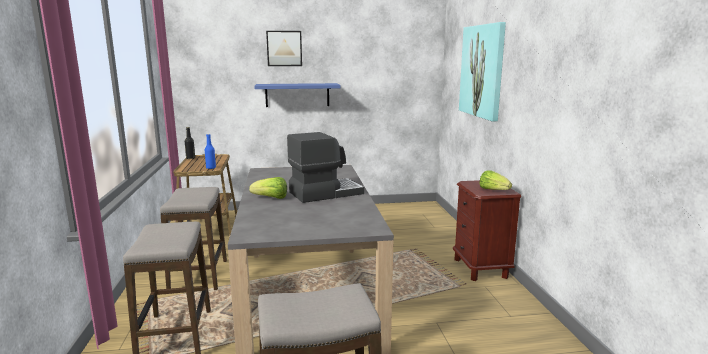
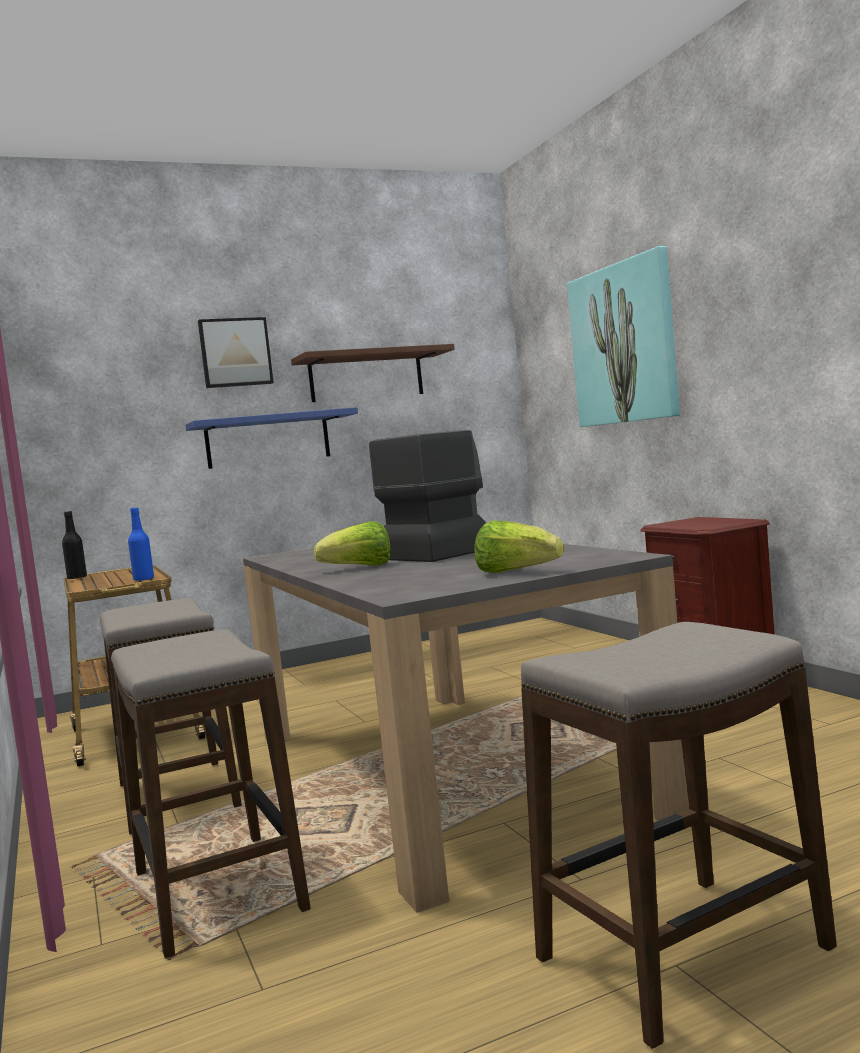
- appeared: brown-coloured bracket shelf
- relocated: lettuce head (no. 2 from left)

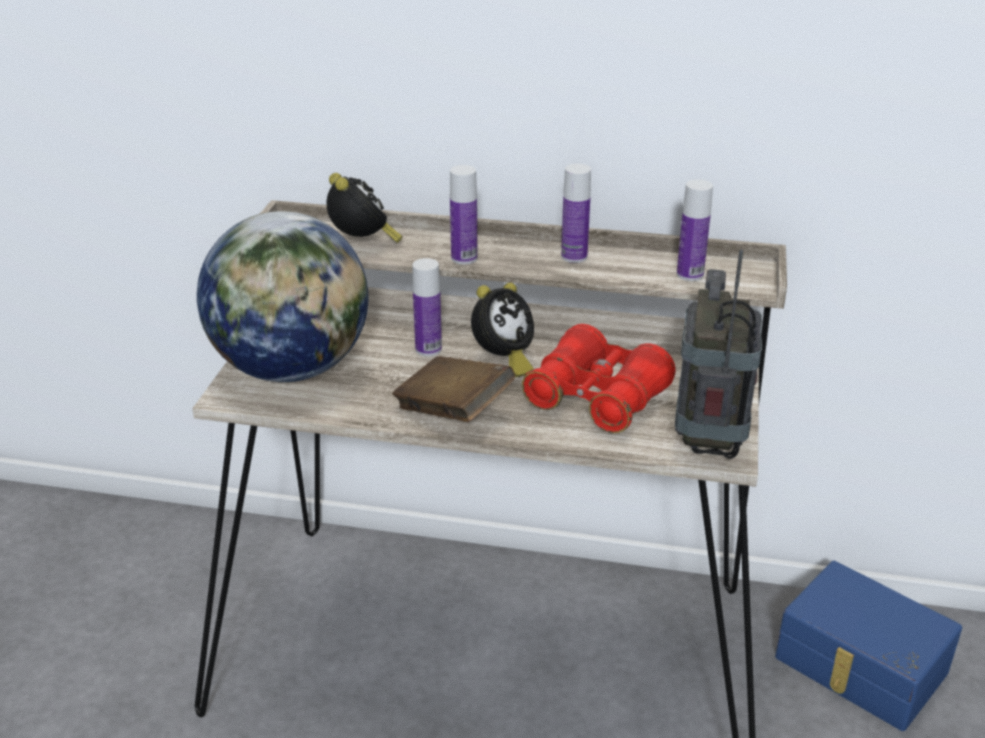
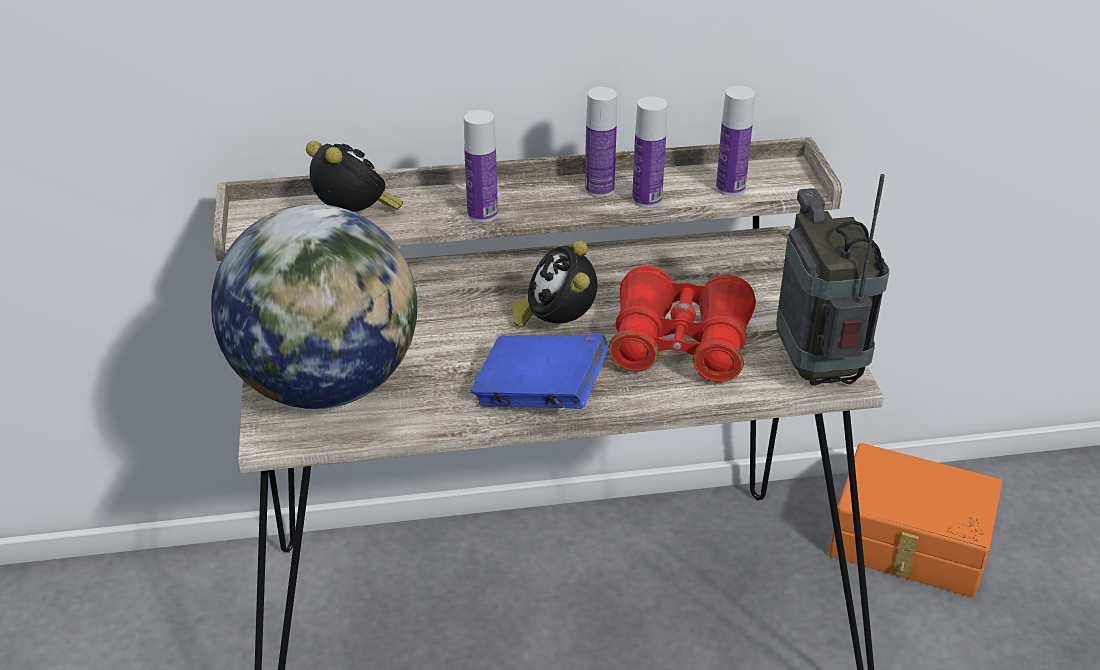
- relocated: bottle (no. 1 from left in the first image) to bottle (no. 3 from left)
- colour: brown-coloured volume to blue-coloured volume
- colour: blue-coloured storage container to orange storage container
- spun: bedside clock (no. 2 from left) 150 degrees clockwise

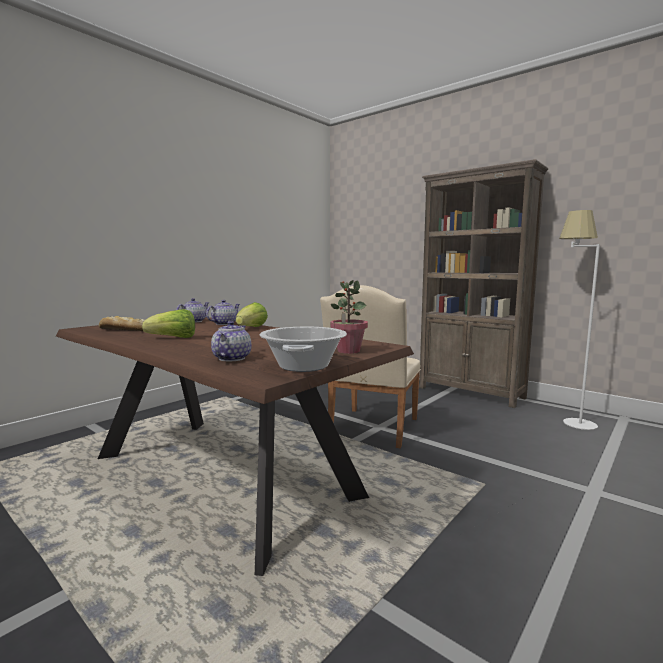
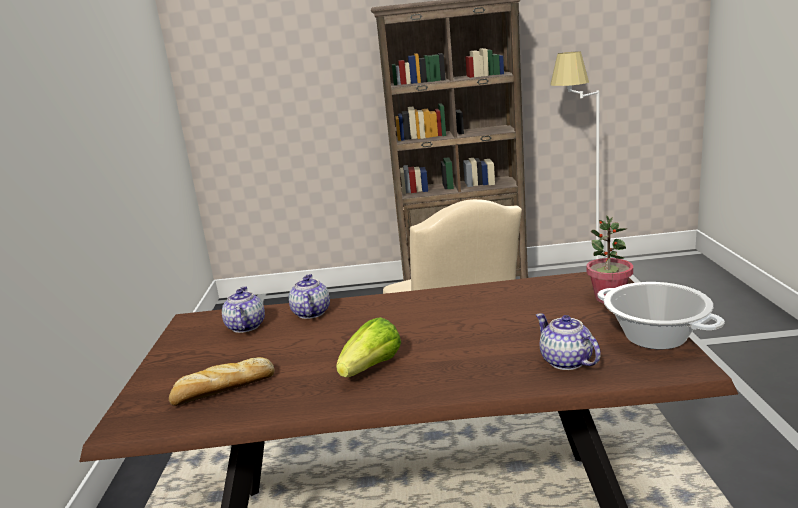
- missing: lettuce head (no. 2 from left)

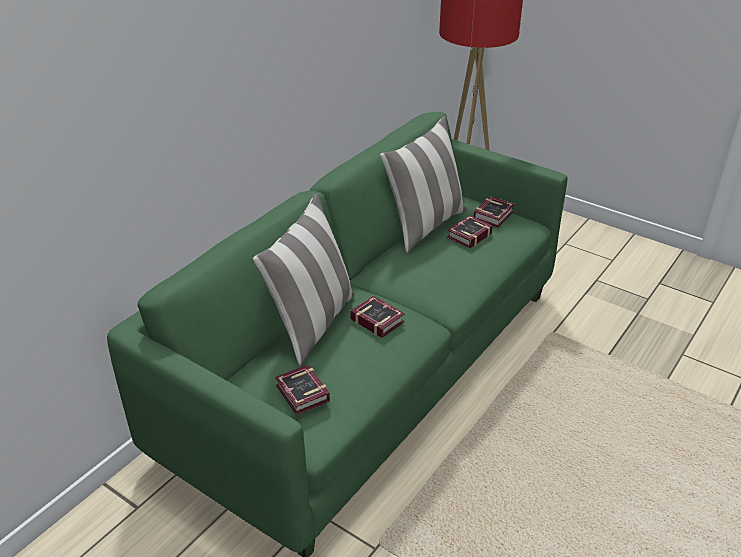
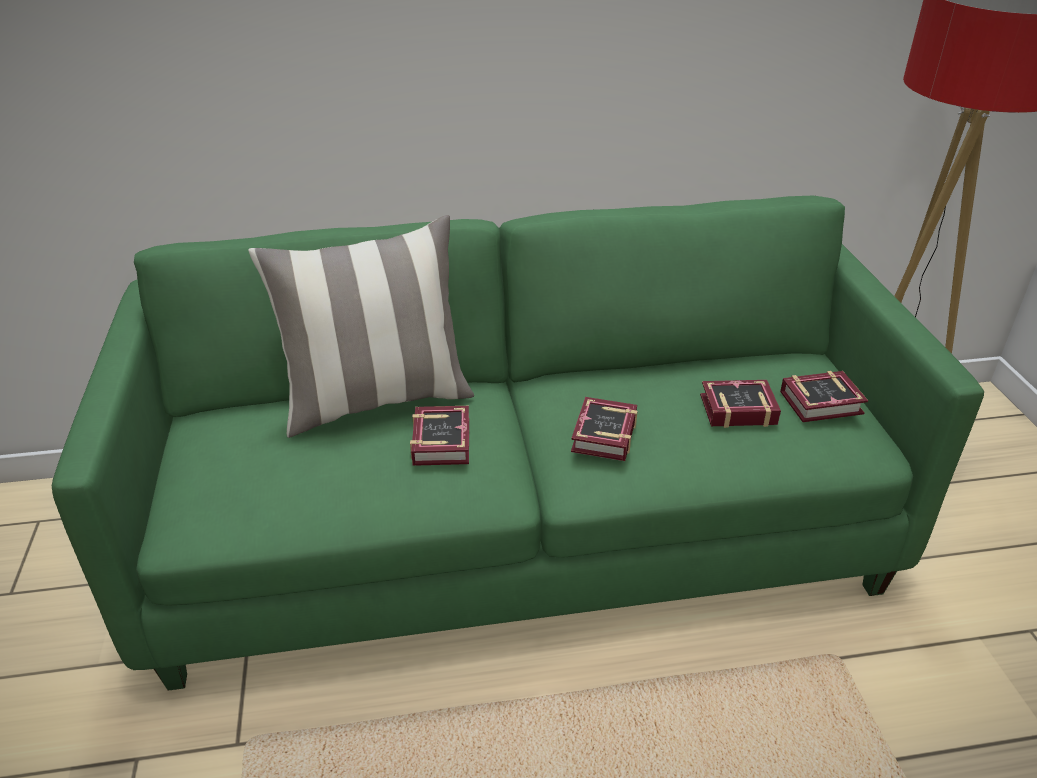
- missing: pillow (no. 2 from left)
- relocated: volume (no. 1 from left in the first image) to volume (no. 2 from left)

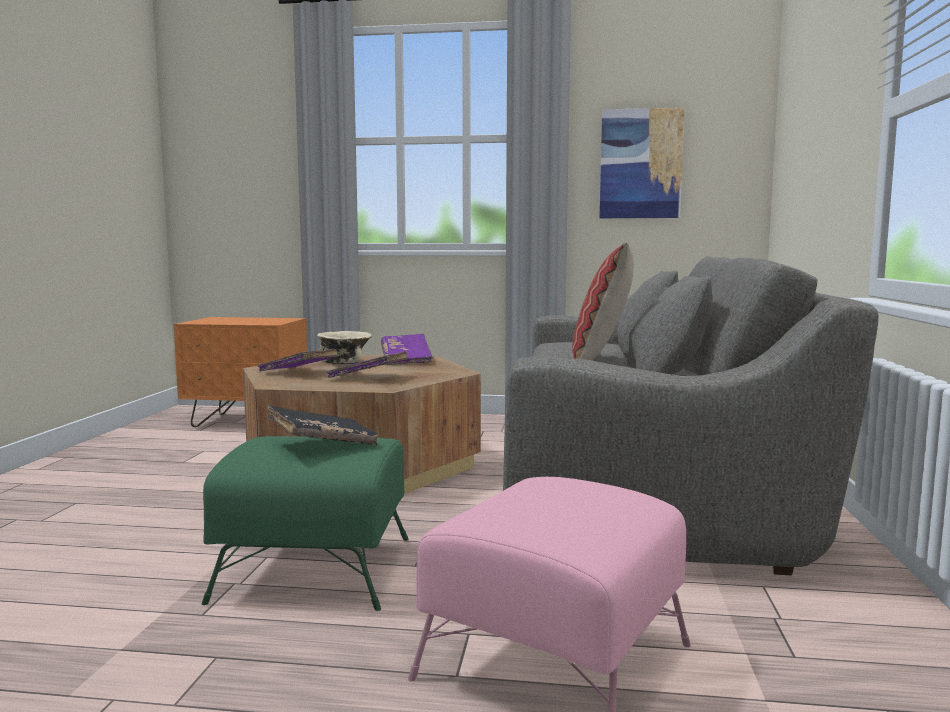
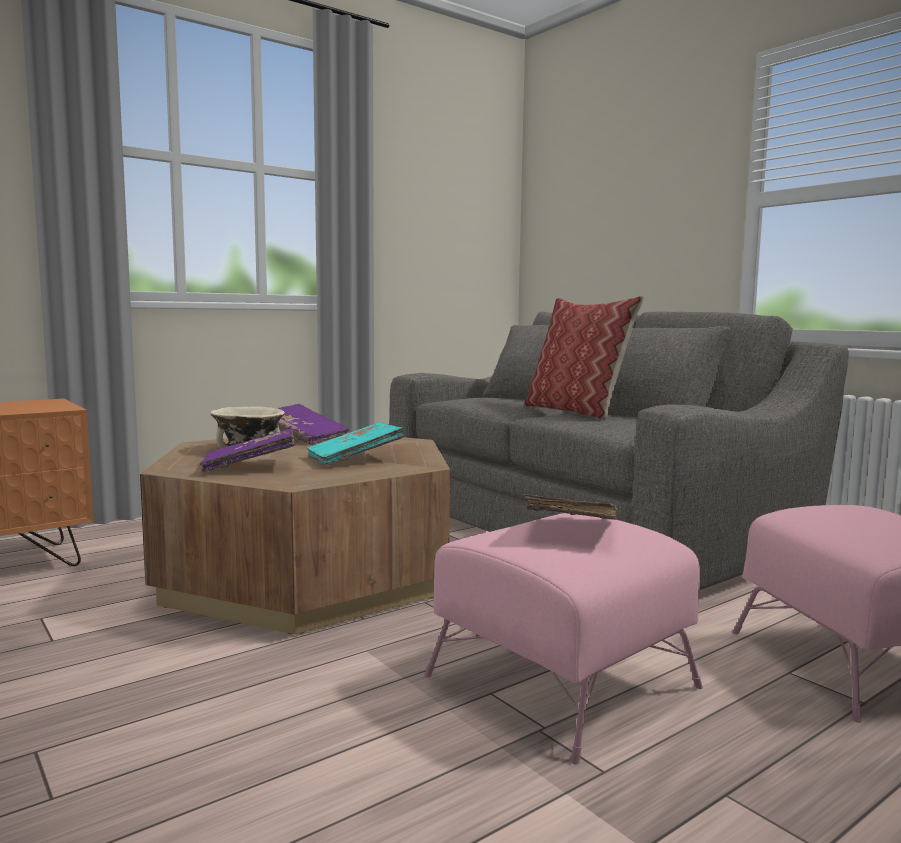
- missing: picture
- colour: green pouffe to pink pouffe (no. 1 from left)
- colour: purple volume (no. 2 from left) to blue-green volume

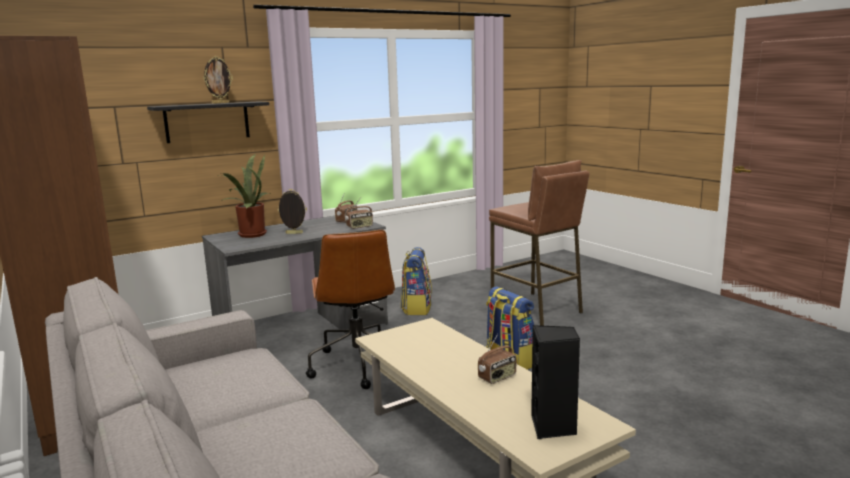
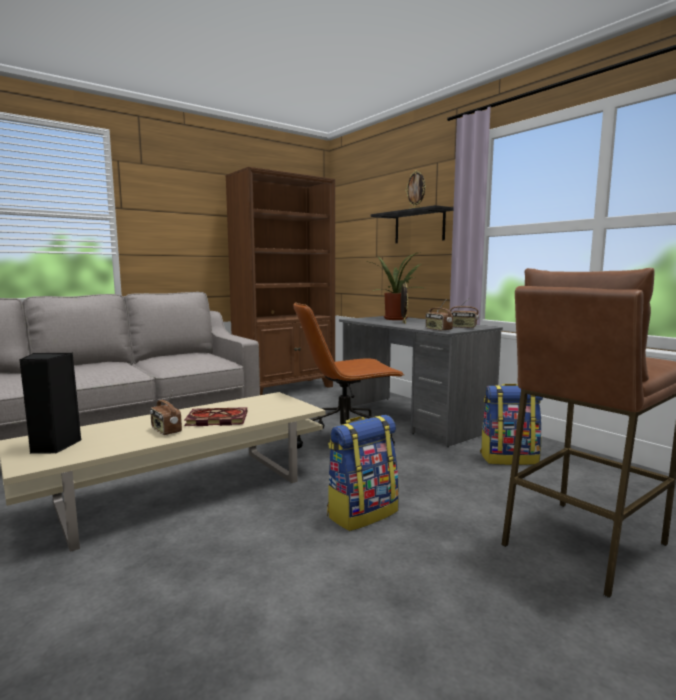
- appeared: volume

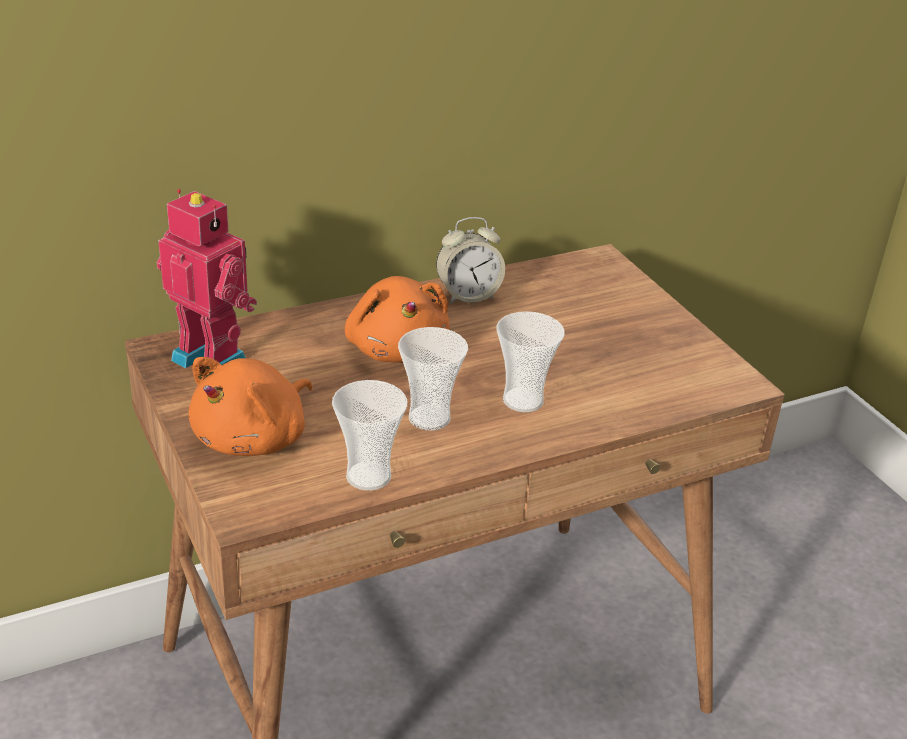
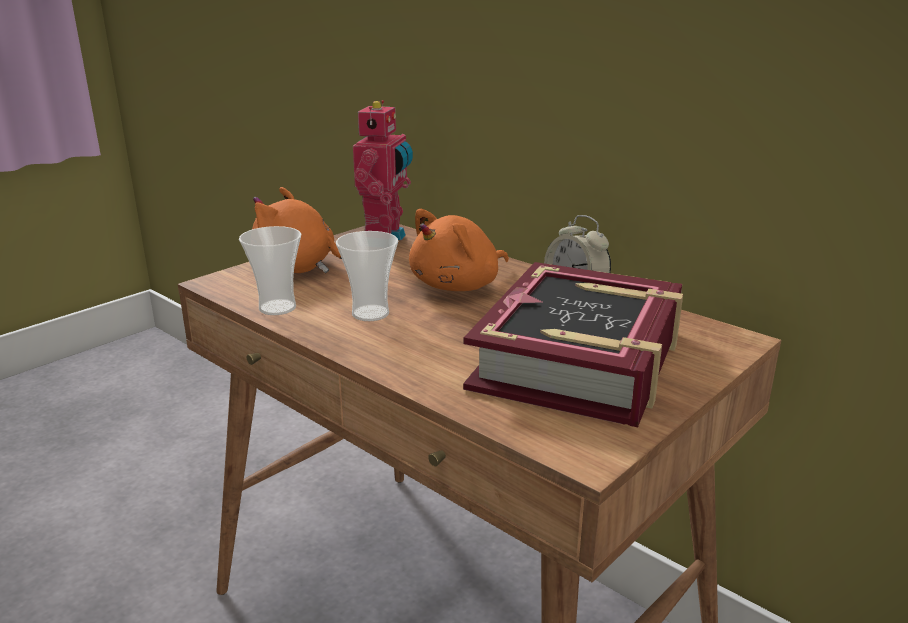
- missing: small cup (no. 3 from left)
- appeared: volume

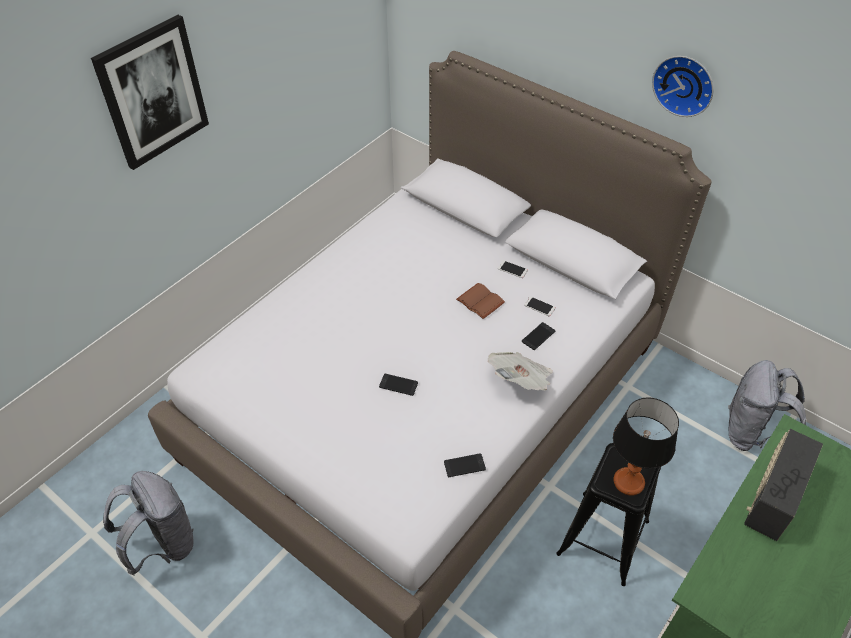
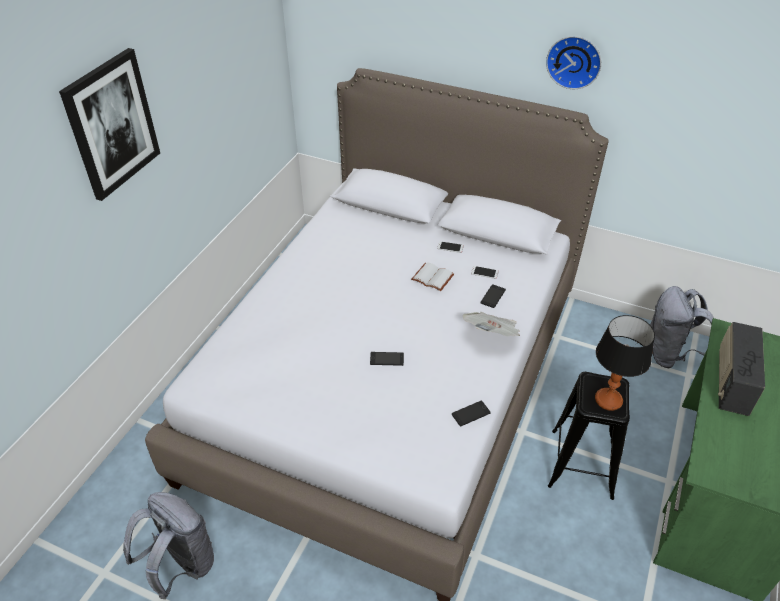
- colour: brown-coloured volume to white-coloured volume

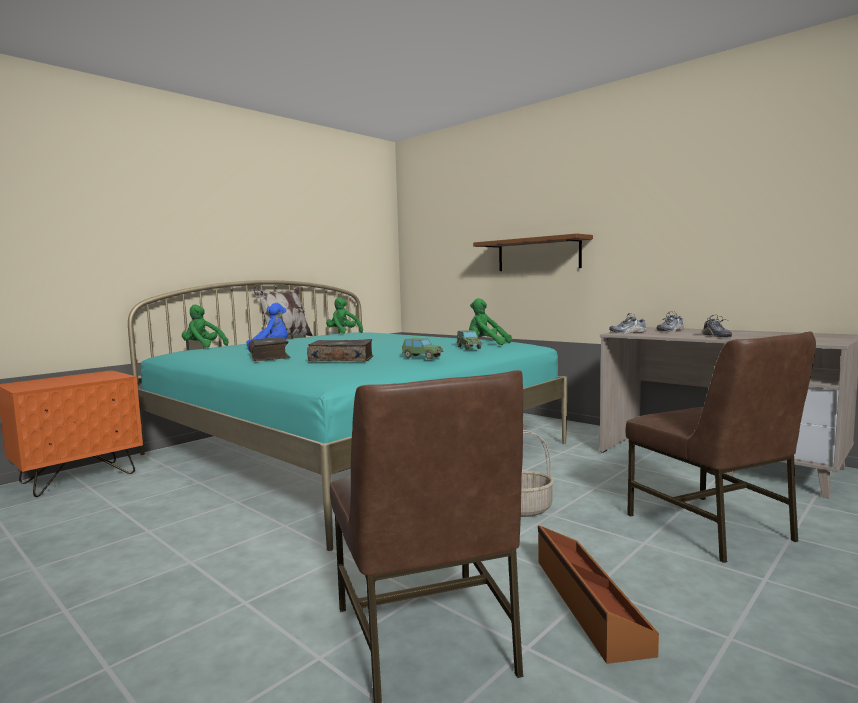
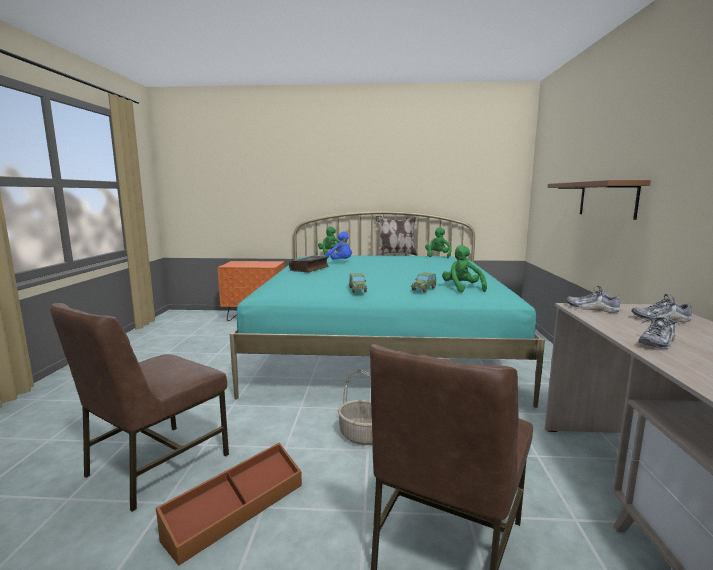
- missing: volume (no. 2 from left)

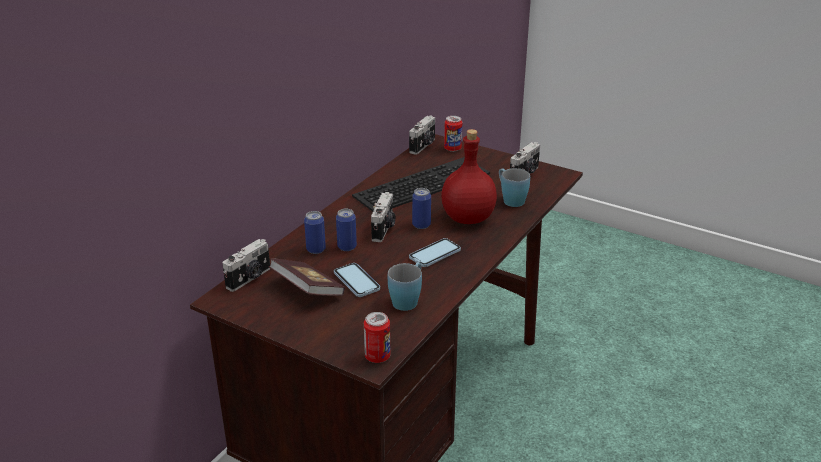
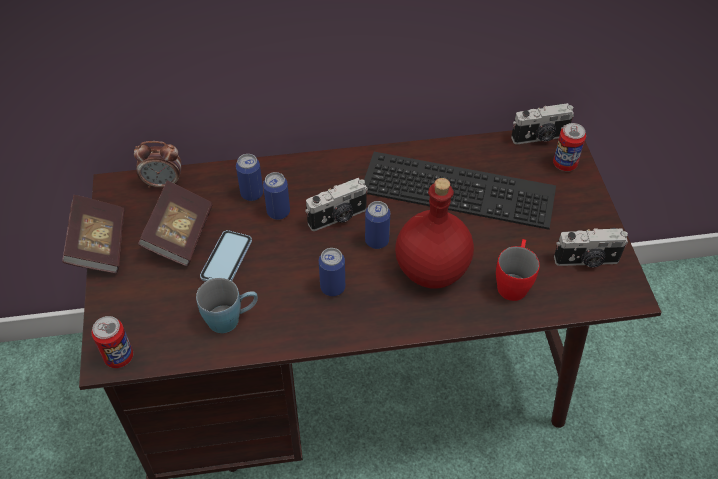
- appeared: volume (no. 1 from left)
- exchanged: photo camera (no. 1 from left) to bedside clock
- exchanged: telephone (no. 2 from left) to metal can (no. 4 from left)
- colour: blue-coloured tea mug (no. 2 from left) to red-coloured tea mug

